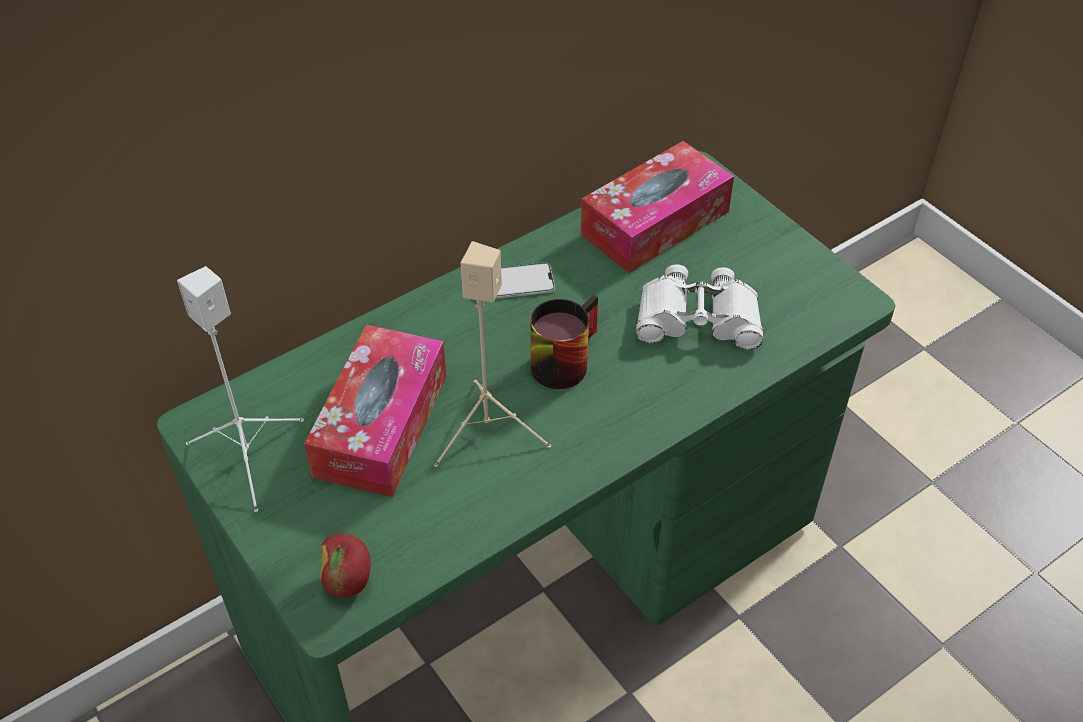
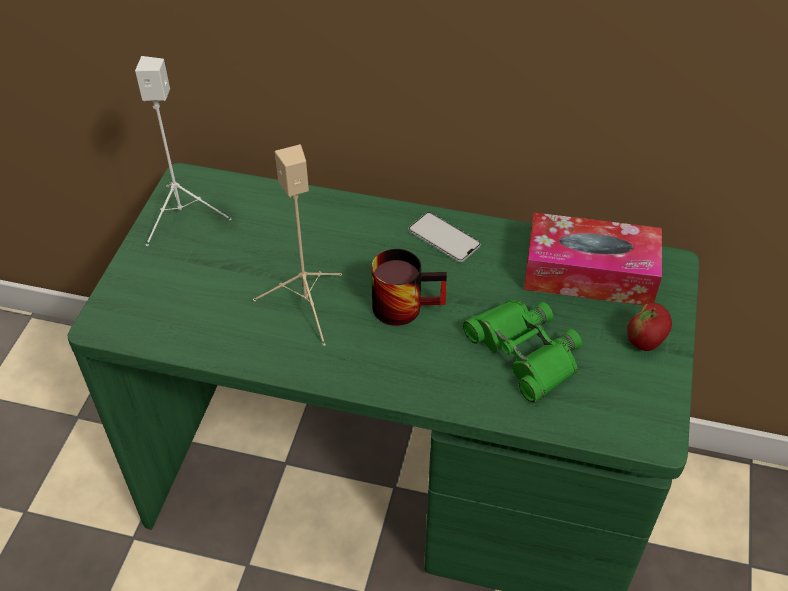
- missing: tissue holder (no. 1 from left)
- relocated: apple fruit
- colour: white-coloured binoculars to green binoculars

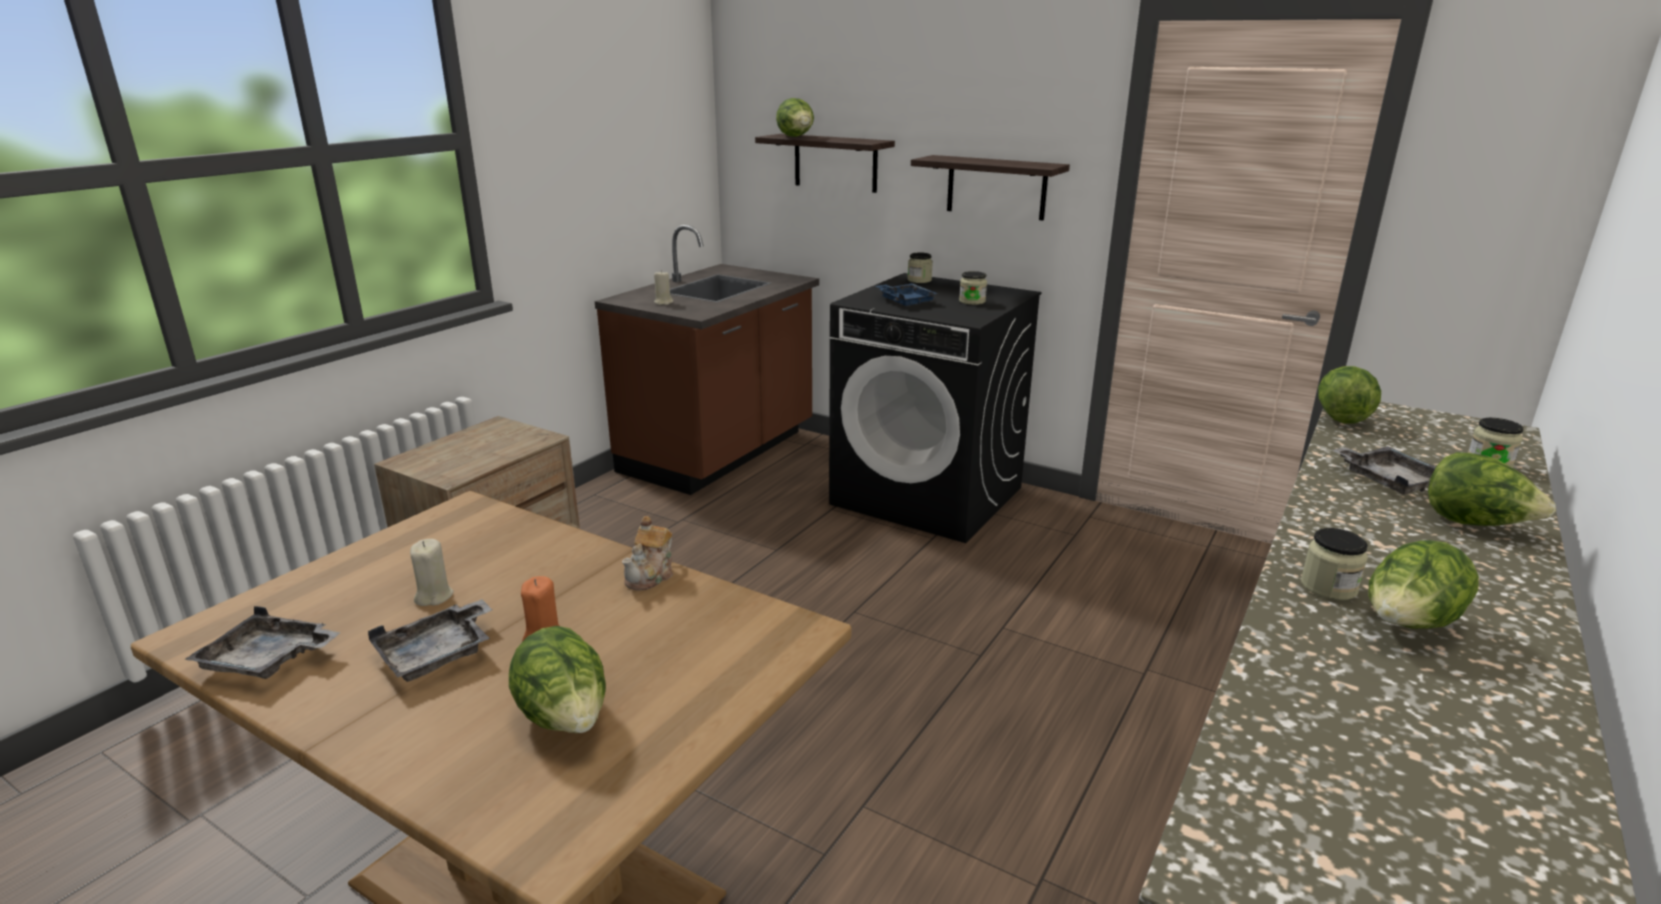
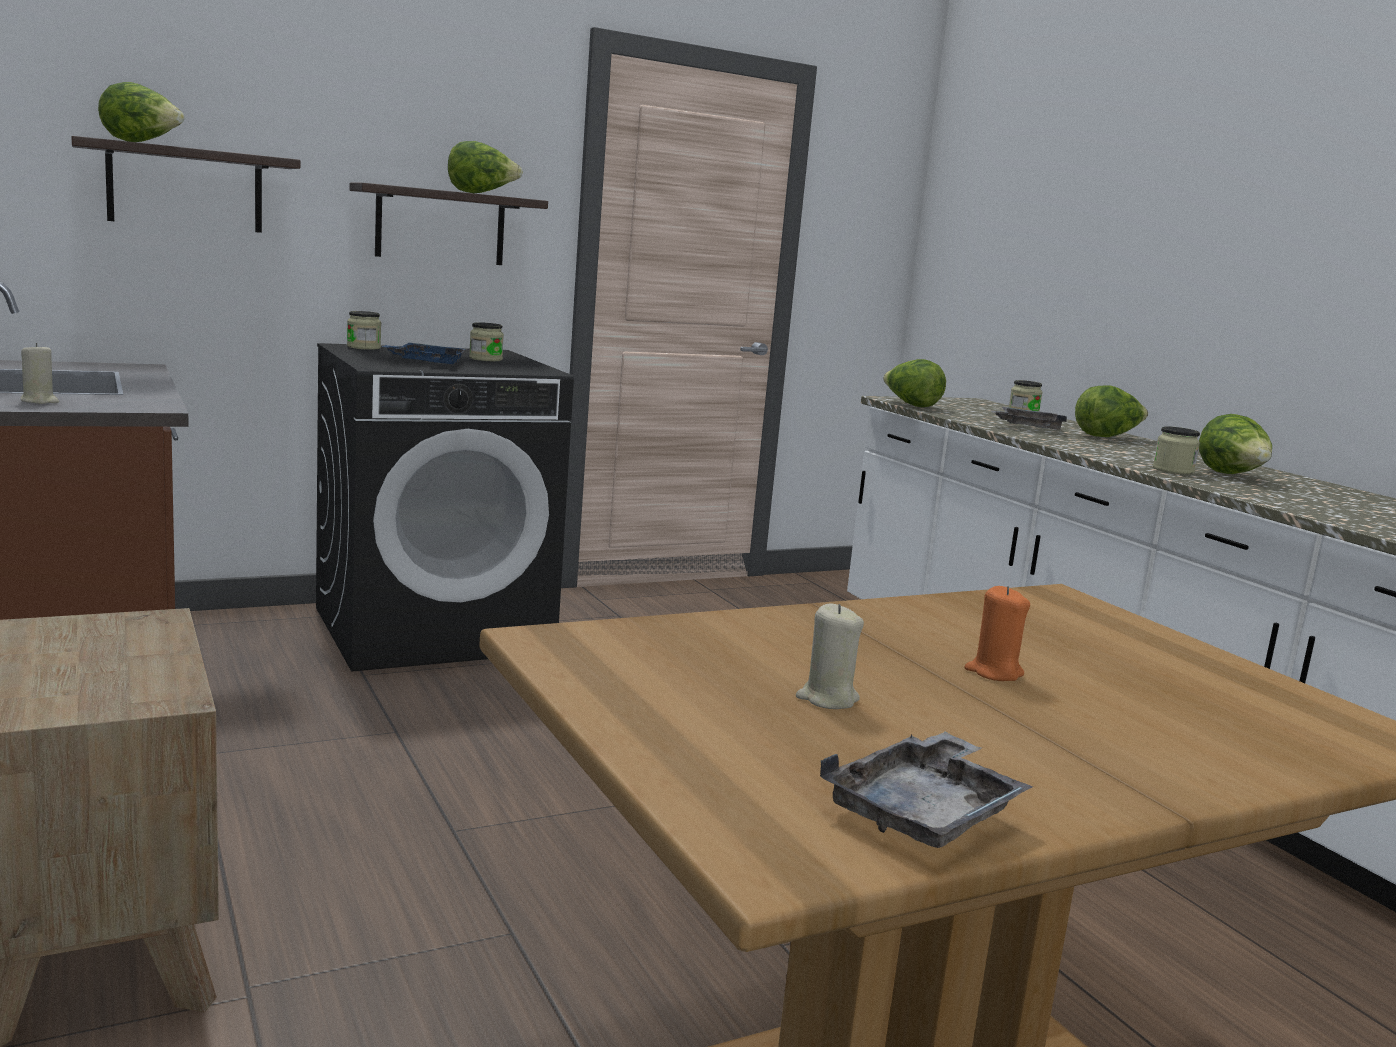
- missing: greyish carrying tray (no. 2 from left)
- missing: pot for tea
- relocated: lettuce head (no. 1 from left in the first image) to lettuce head (no. 2 from left)

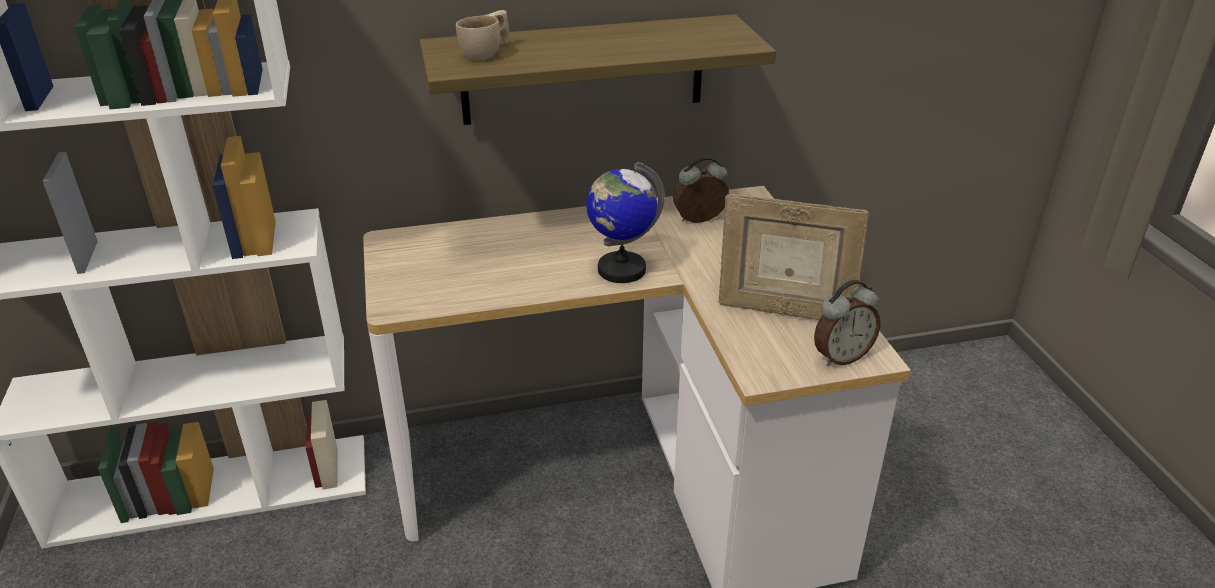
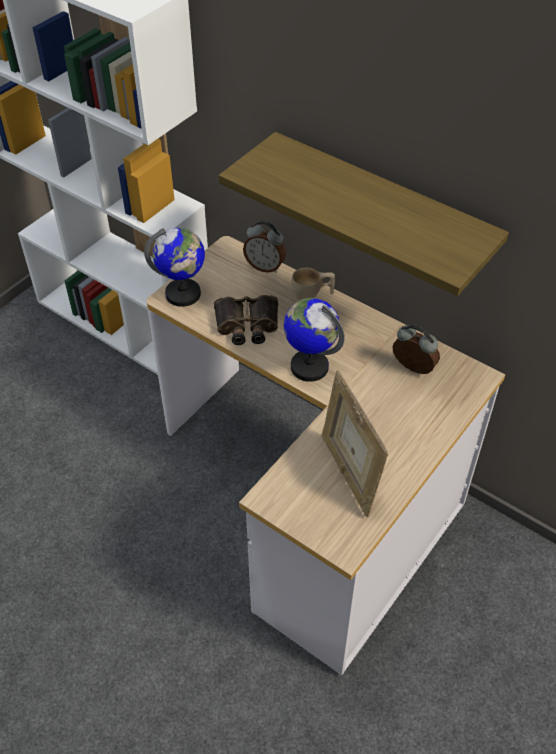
- appeared: desk globe (no. 1 from left)
- appeared: binoculars
- relocated: sand-coloured small cup
- relocated: bedside clock (no. 2 from left in the first image) to bedside clock (no. 1 from left)

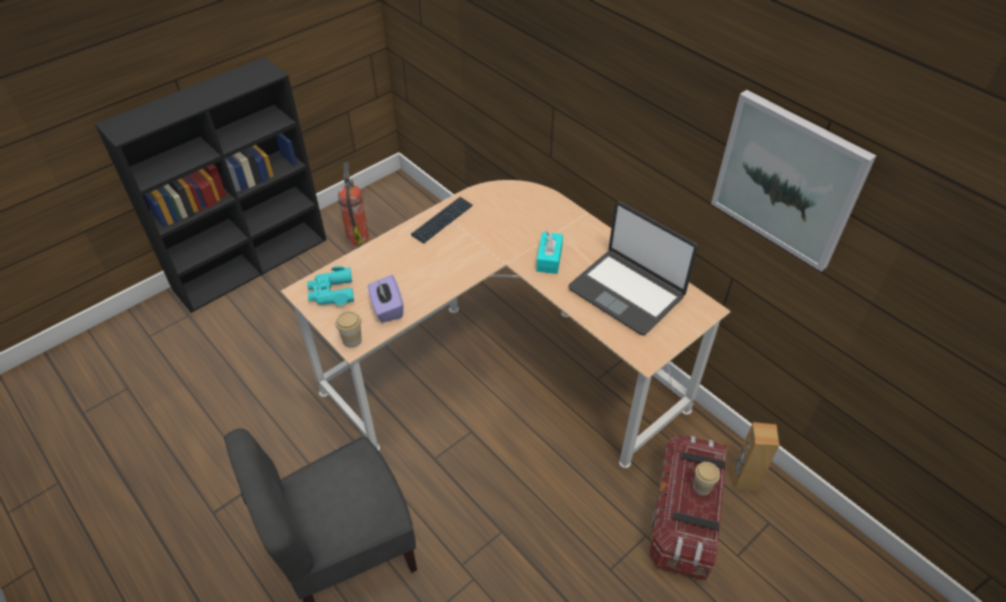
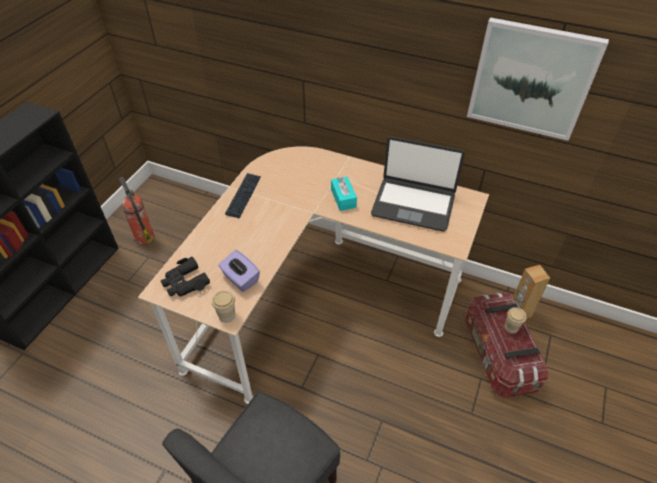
- colour: blue-green binoculars to black binoculars

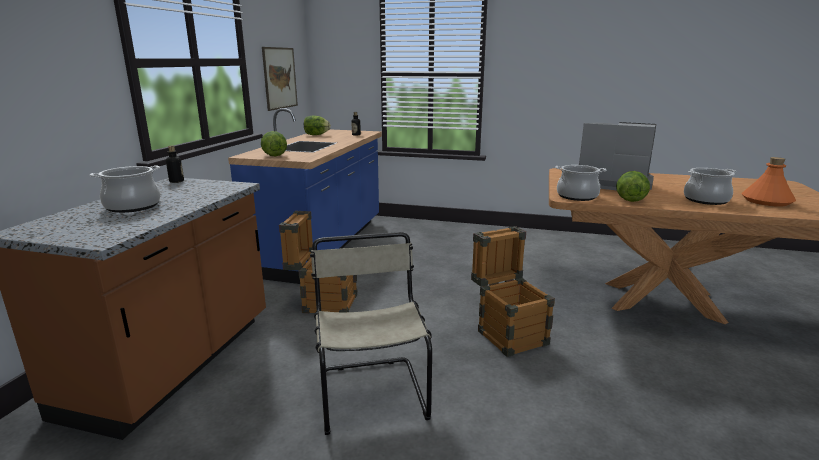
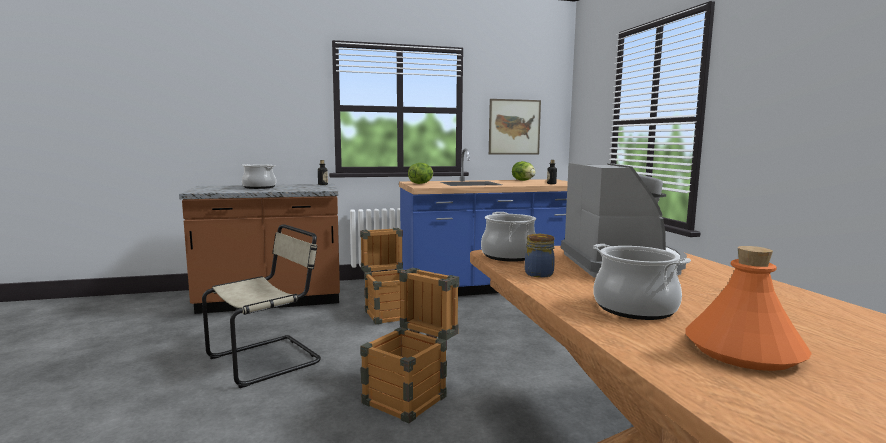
- exchanged: lettuce head (no. 3 from left) to jar

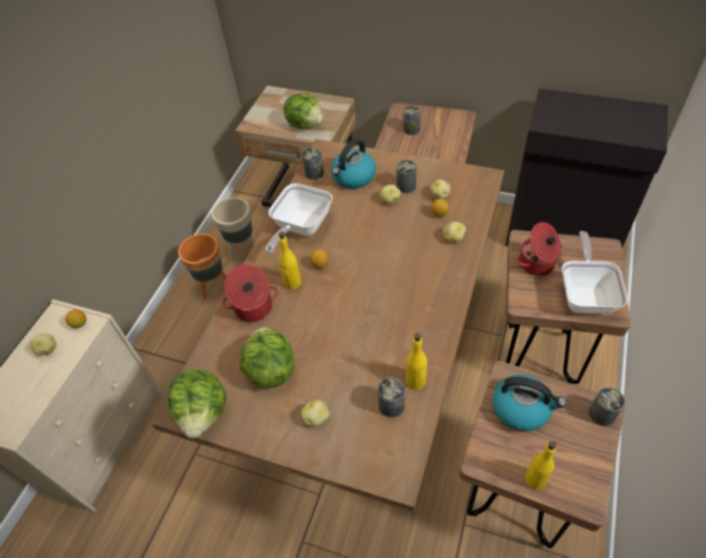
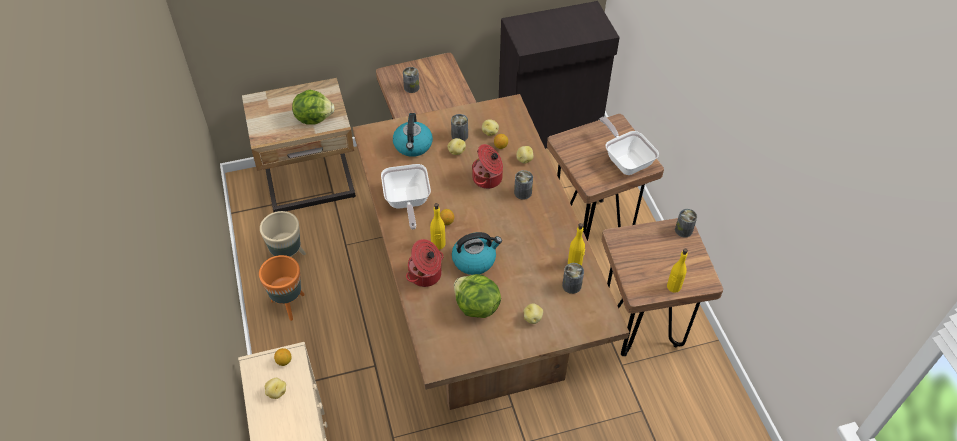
- missing: lettuce head (no. 1 from left)
- relocated: metal can (no. 1 from left in the first image) to metal can (no. 3 from left)
- relocated: tea kettle (no. 2 from left)
- relocated: stockpot (no. 2 from left)

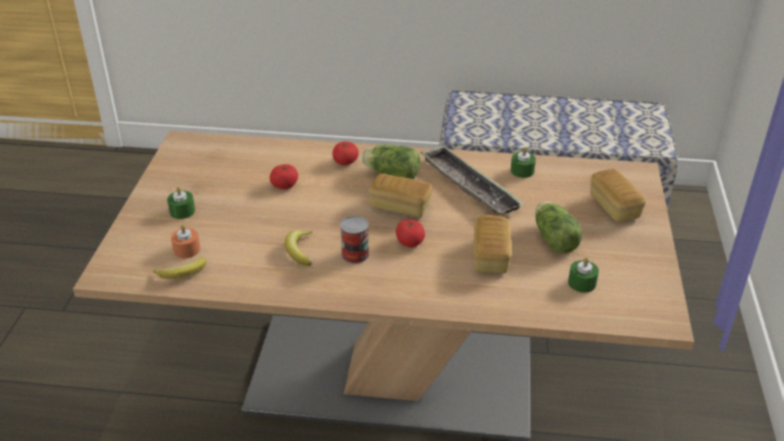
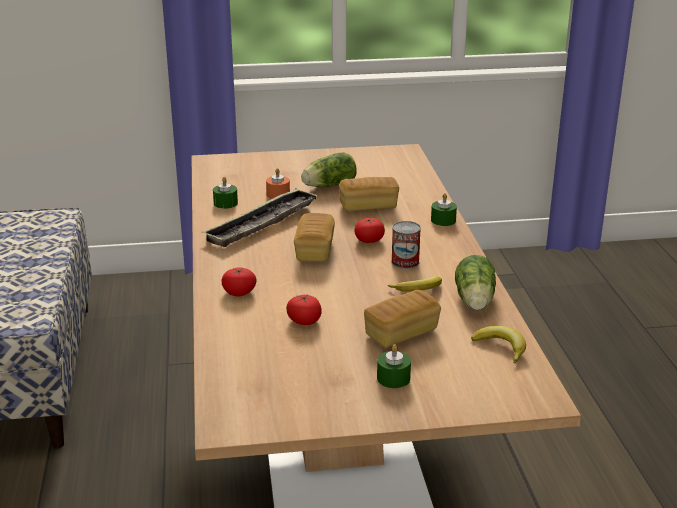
- relocated: orange candle
- relocated: lettuce head (no. 1 from left in the first image) to lettuce head (no. 2 from left)
- relocated: green candle (no. 3 from left)
- relocated: baked bread (no. 3 from left)

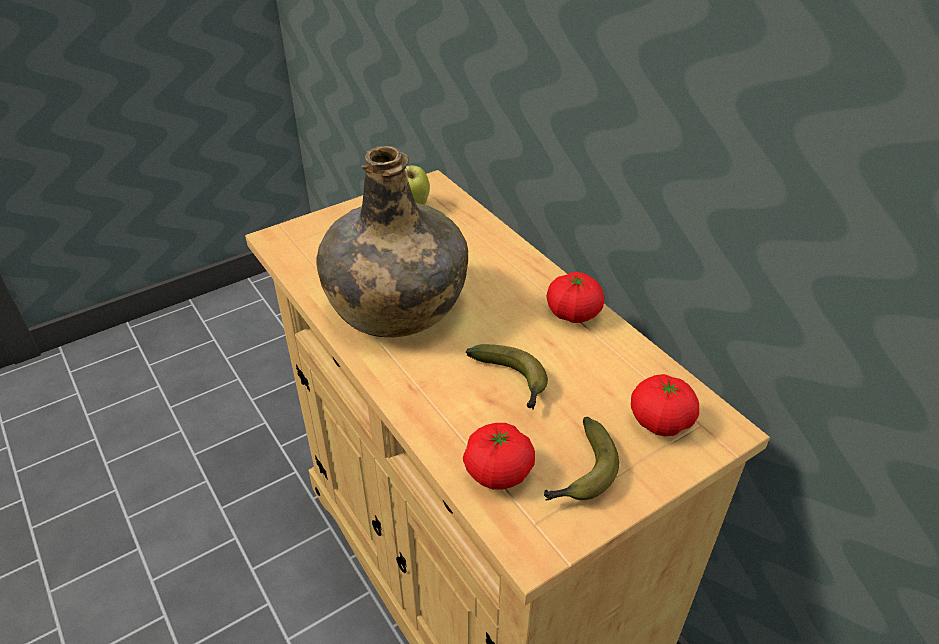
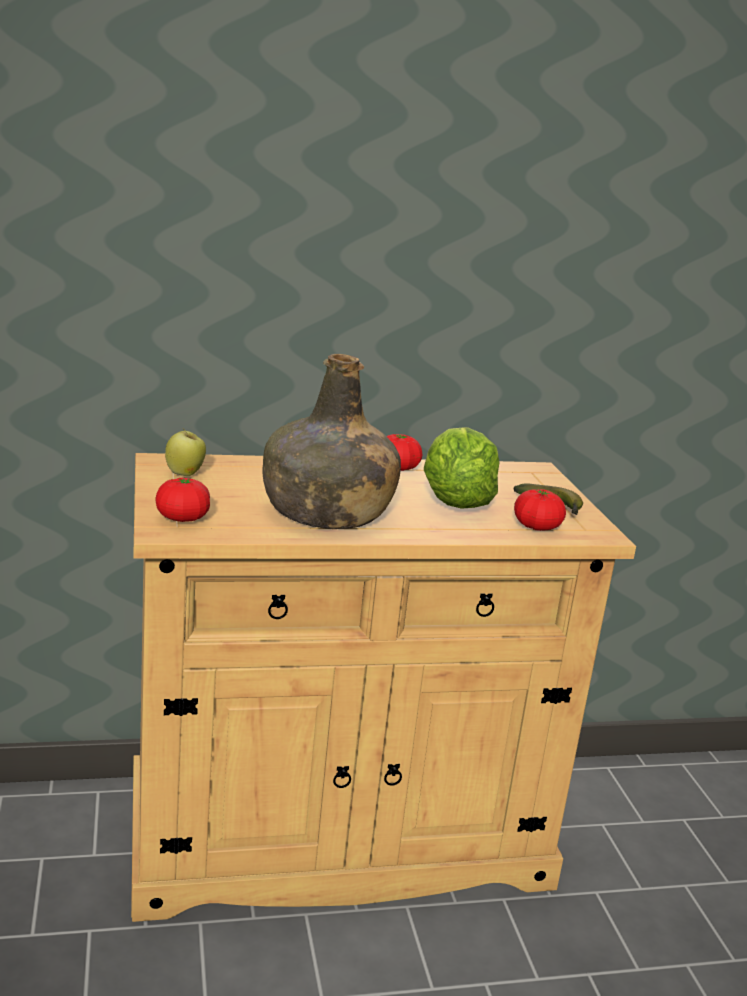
- relocated: fresh tomato (no. 3 from left in the first image) to fresh tomato (no. 1 from left)
- exchanged: whole banana (no. 1 from left) to lettuce head

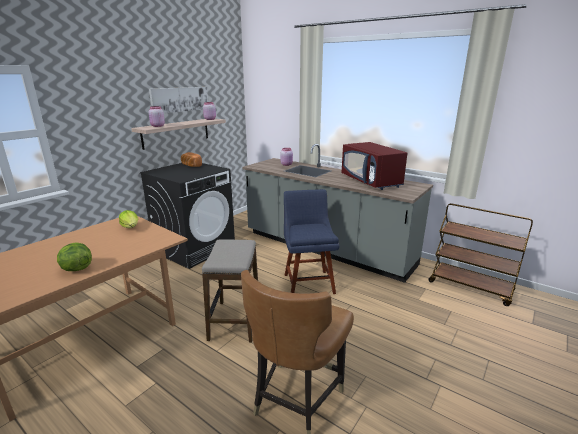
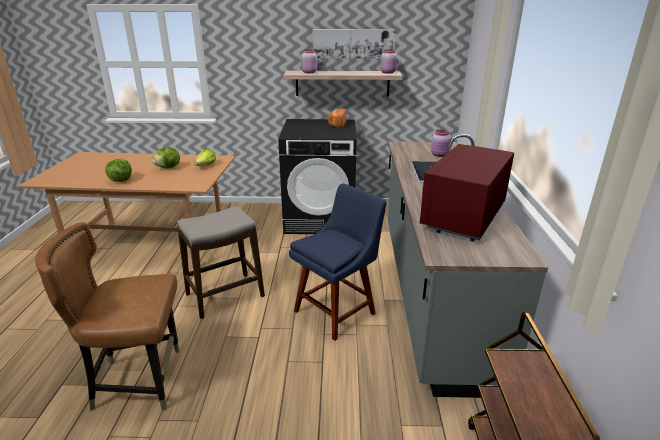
- appeared: lettuce head (no. 2 from left)

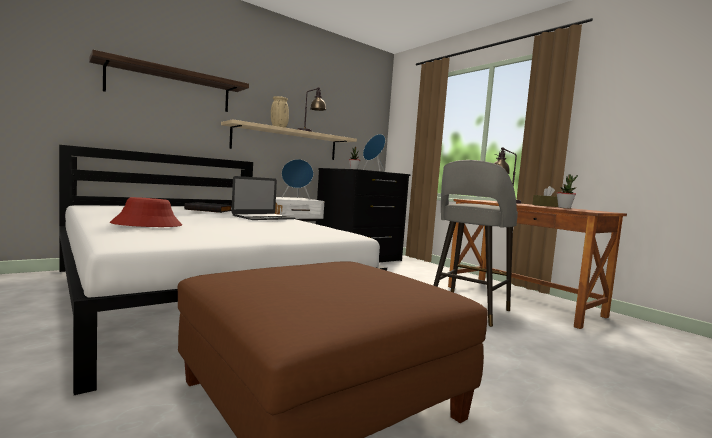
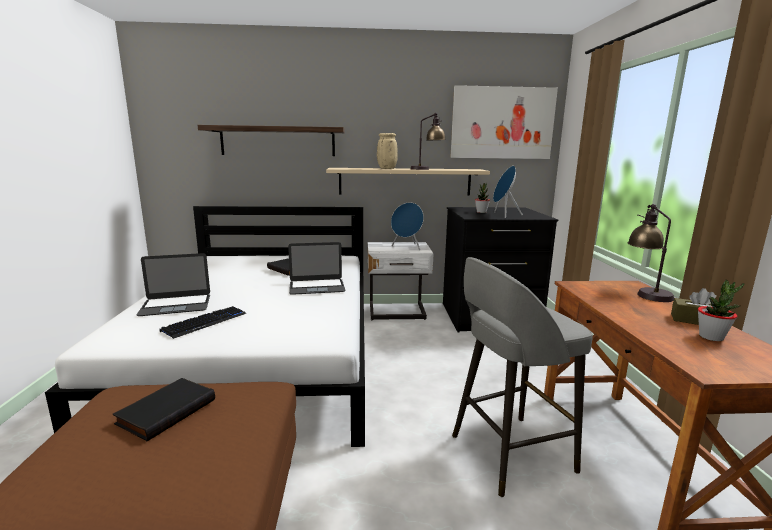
- appeared: black volume (no. 1 from left)
- appeared: computer keyboard
- appeared: picture
- exchanged: red-coloured hat to portable computer (no. 1 from left)

